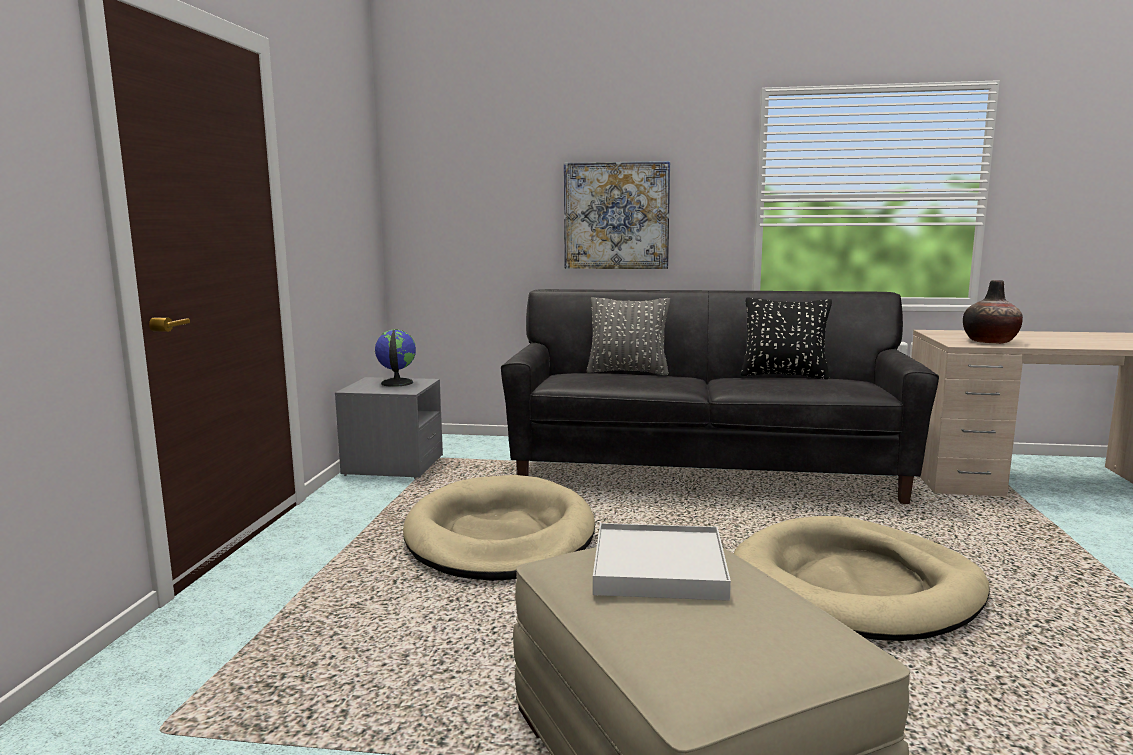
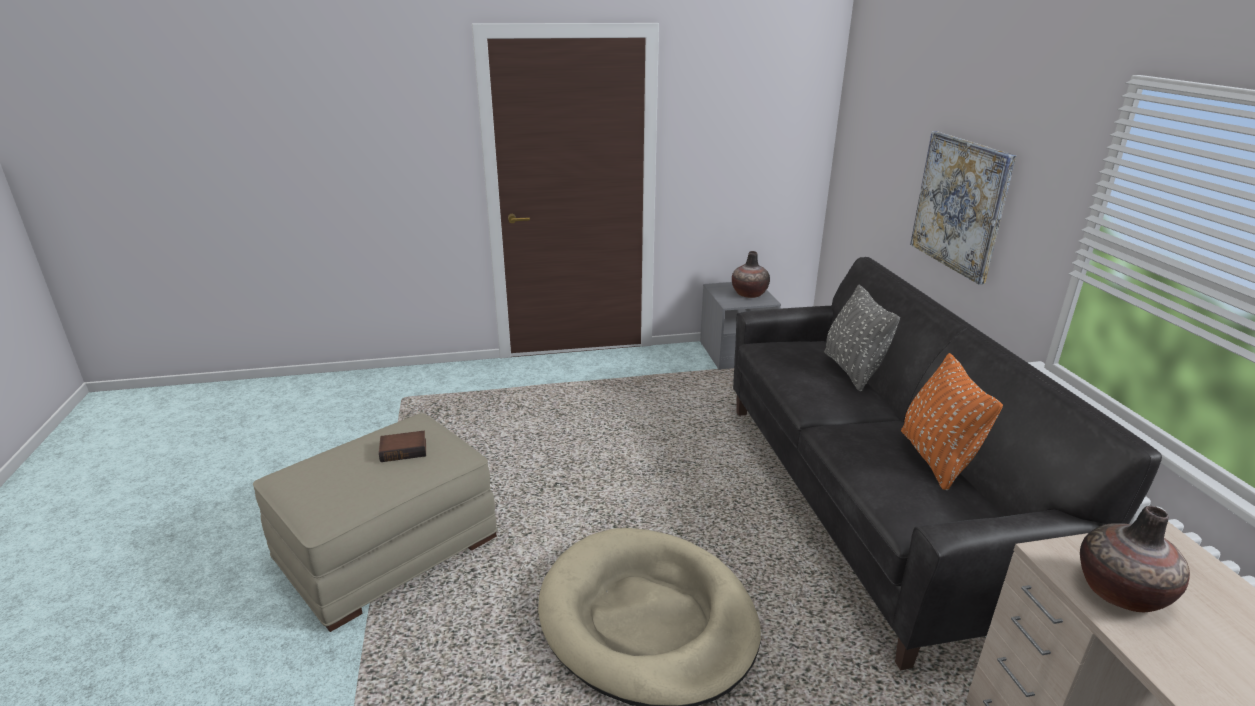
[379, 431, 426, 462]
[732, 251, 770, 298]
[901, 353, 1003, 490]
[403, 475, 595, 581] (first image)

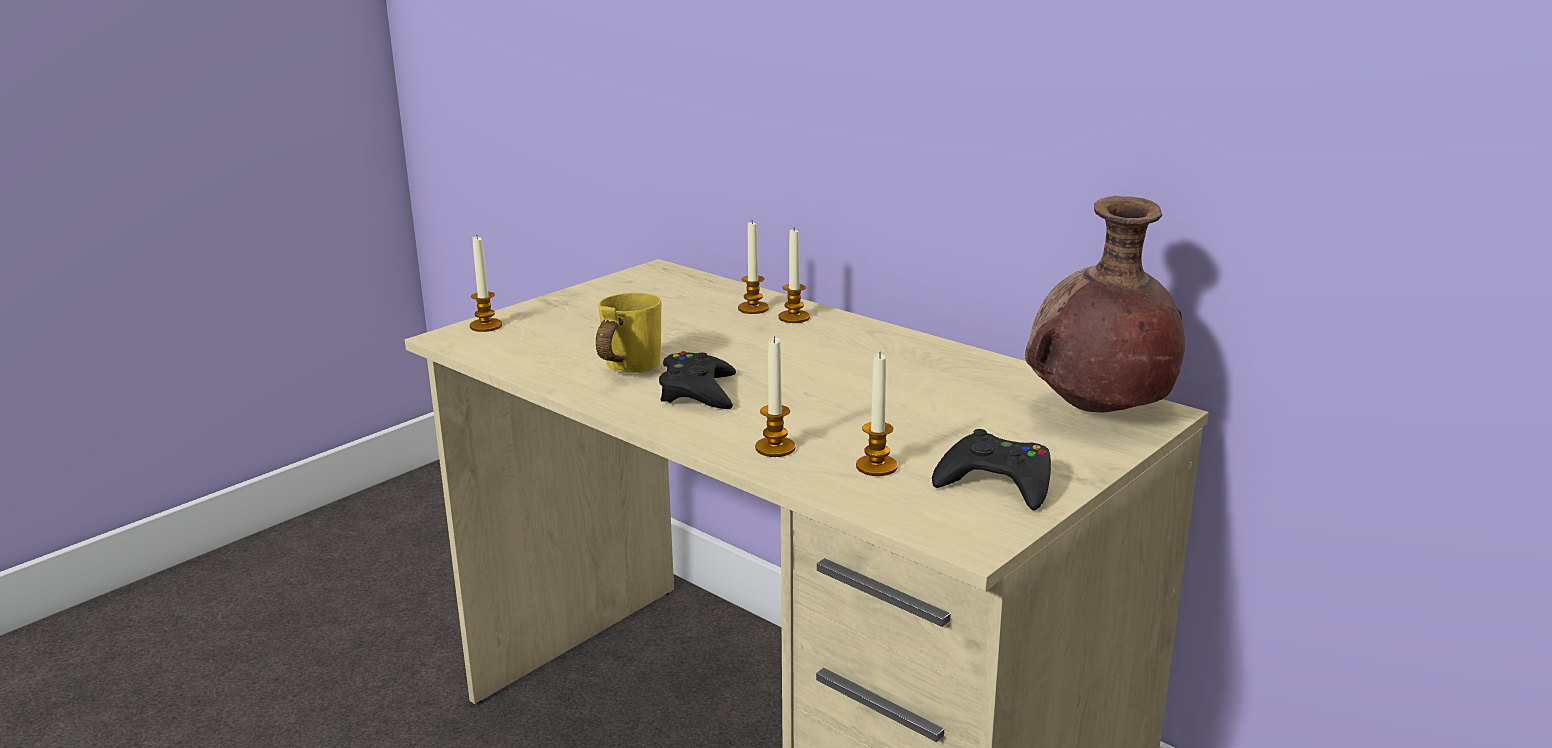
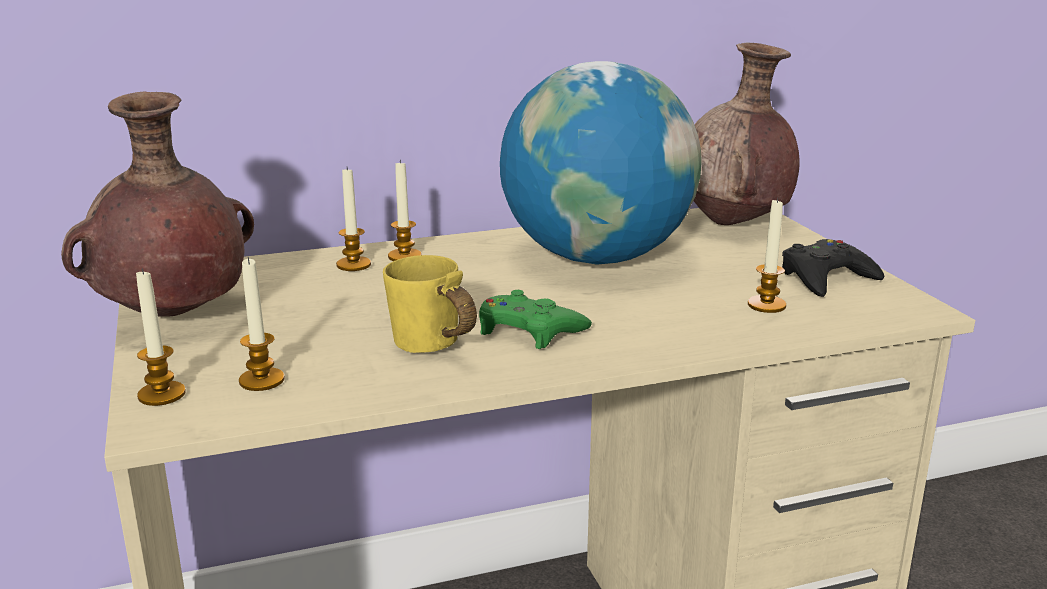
[61, 91, 254, 317]
[239, 257, 285, 391]
[479, 290, 592, 349]
[500, 61, 702, 265]

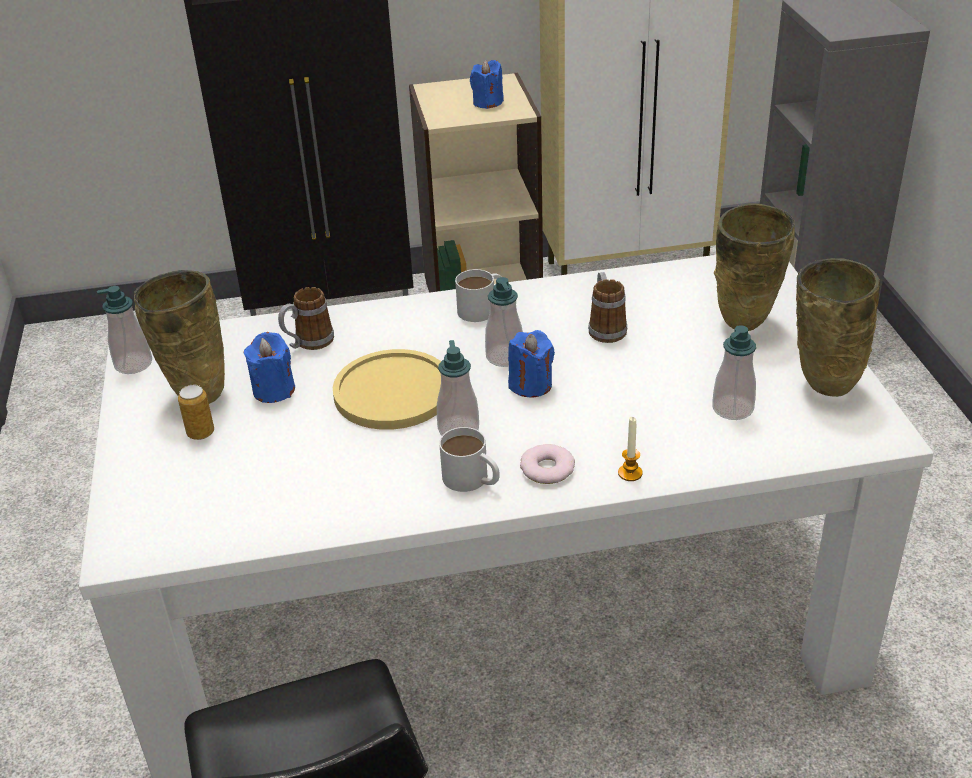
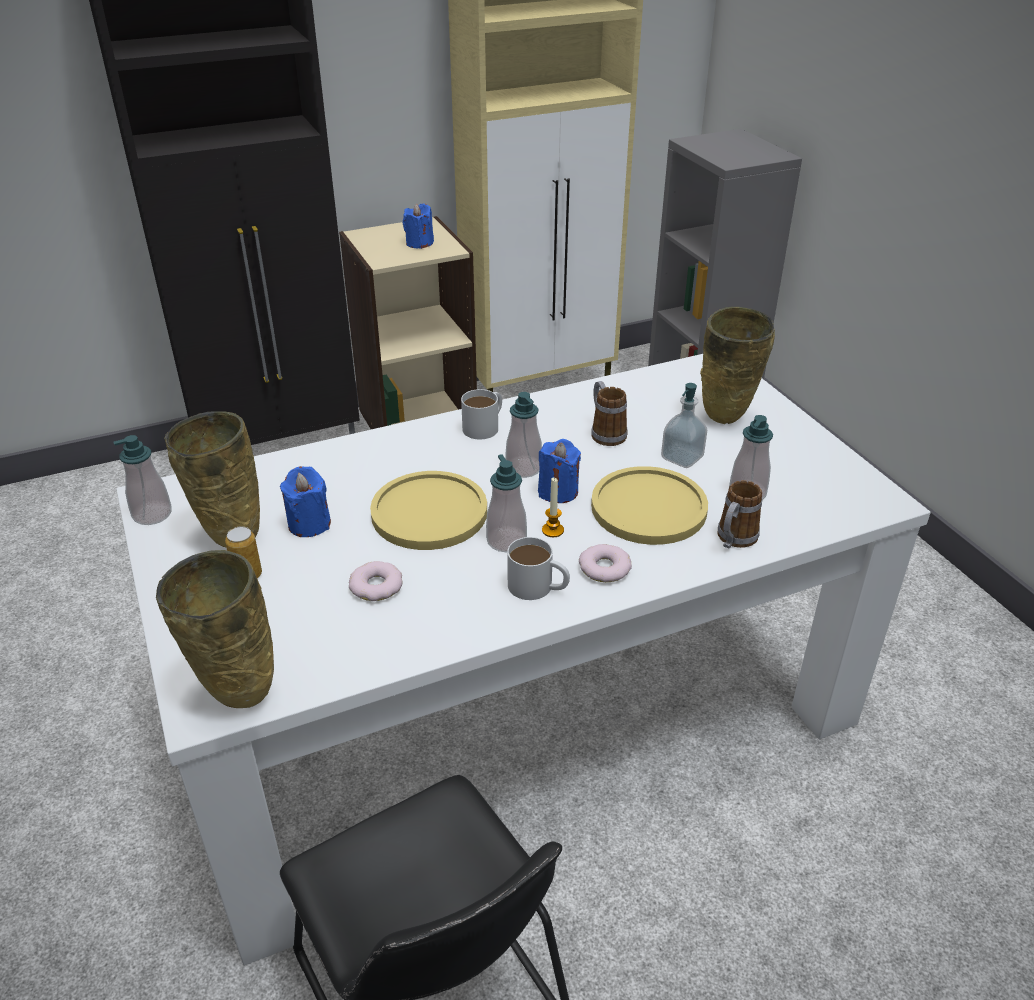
[156, 550, 274, 708]
[349, 561, 402, 601]
[542, 477, 564, 537]
[591, 466, 708, 545]
[661, 383, 707, 468]
[717, 480, 762, 548]

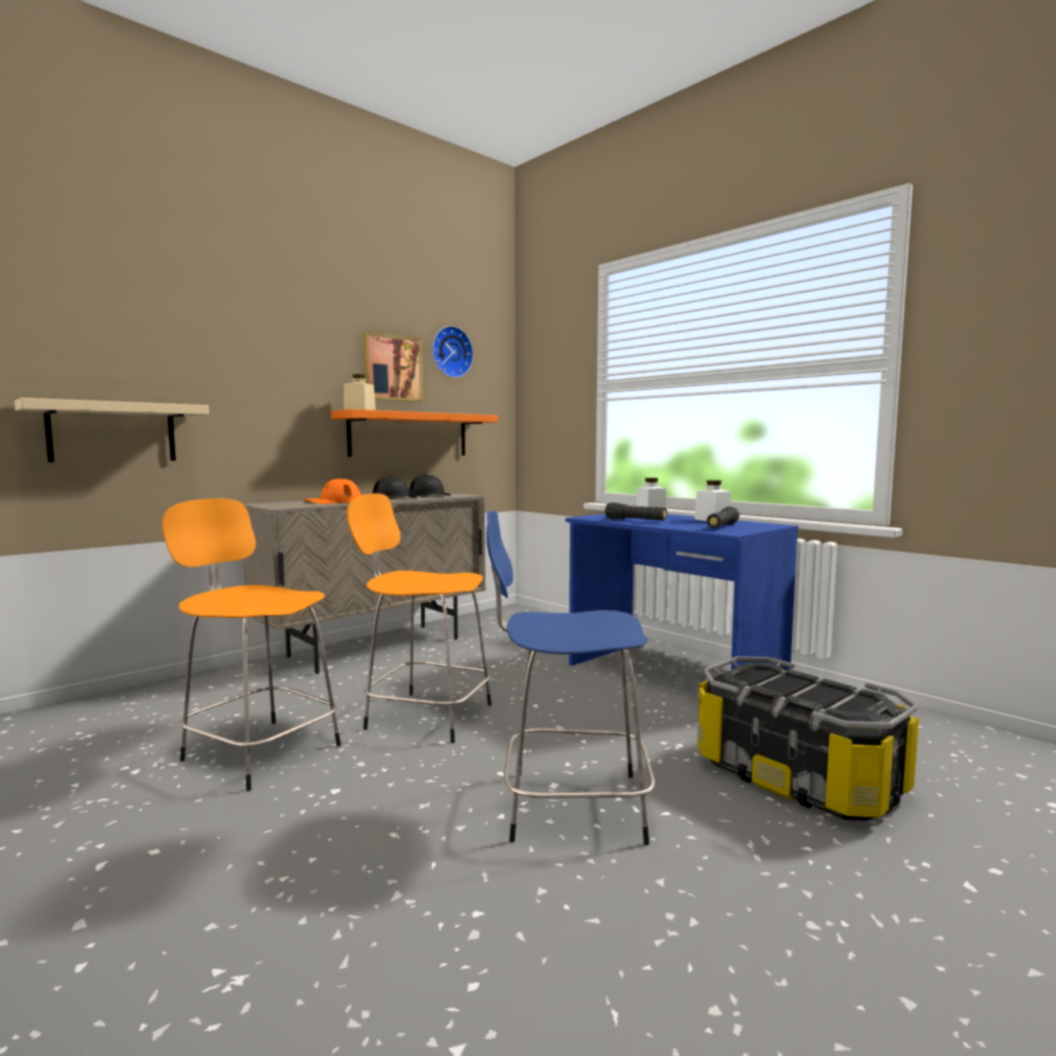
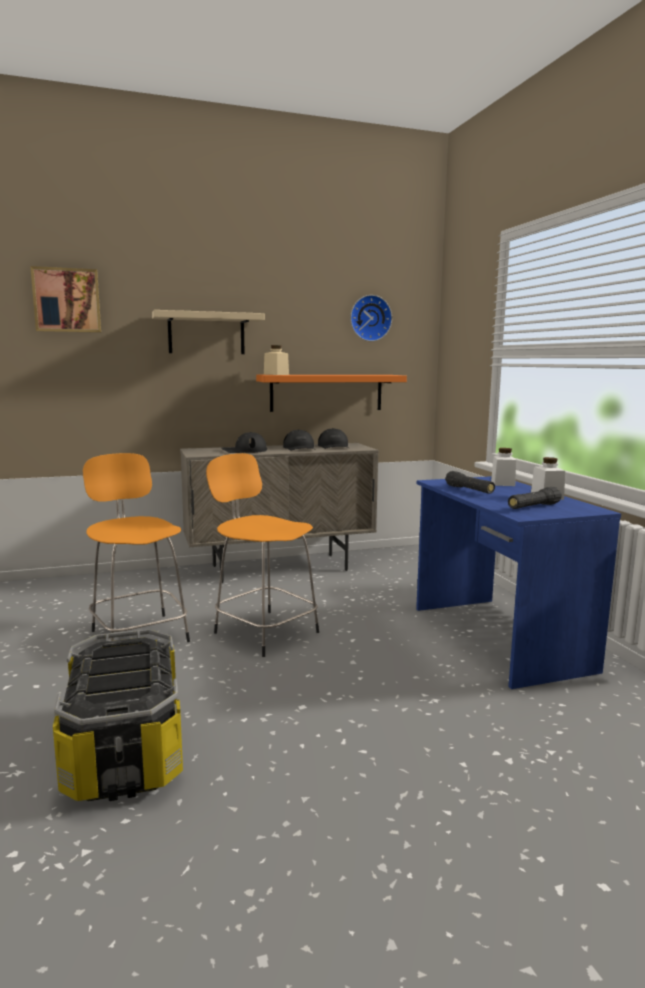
[30, 266, 101, 333]
[53, 629, 183, 801]
[152, 310, 265, 354]
[221, 432, 267, 453]
[486, 511, 655, 845] (first image)

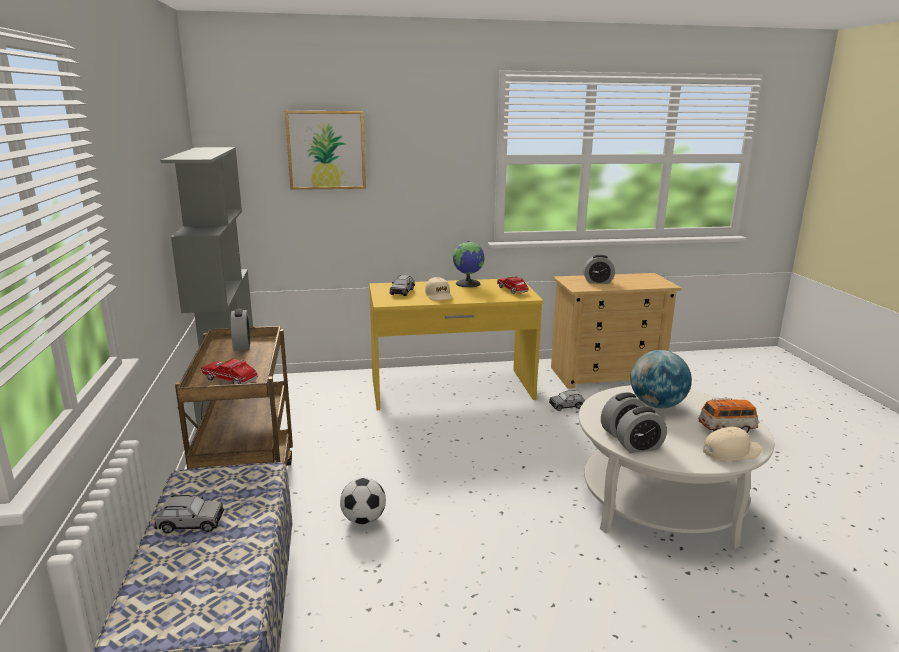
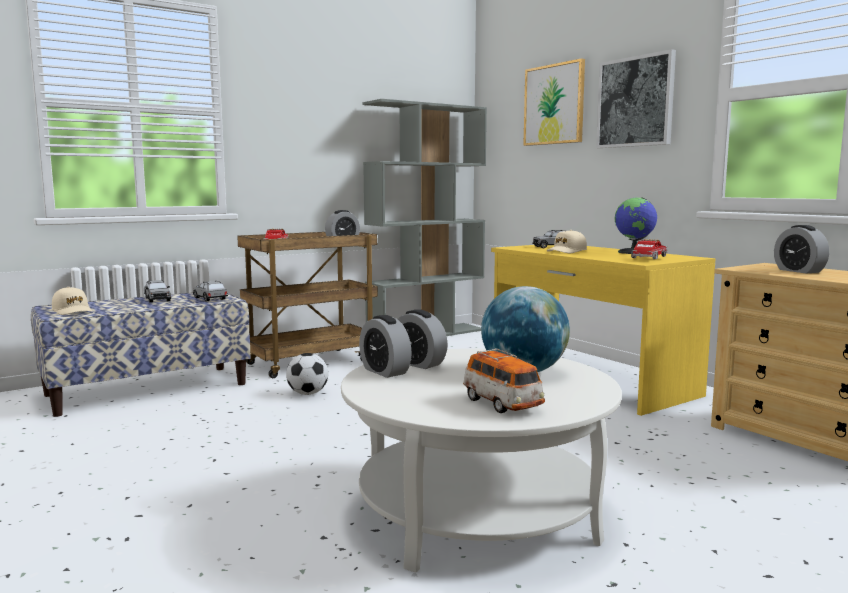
[52, 287, 92, 315]
[193, 281, 228, 301]
[596, 49, 676, 148]

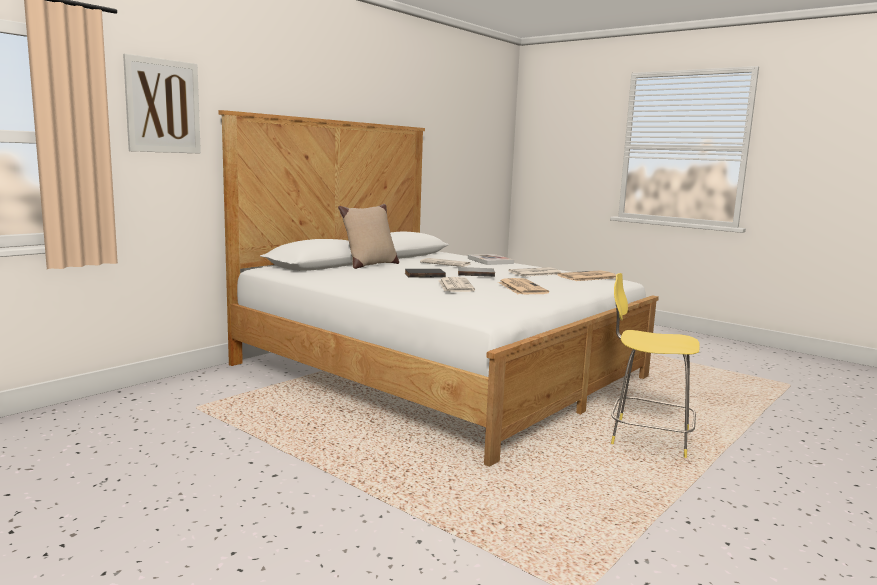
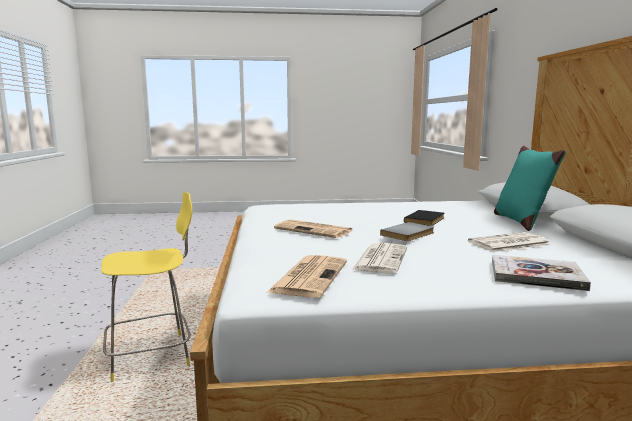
[494, 146, 566, 231]
[123, 54, 201, 154] (first image)
[439, 277, 475, 292] (first image)

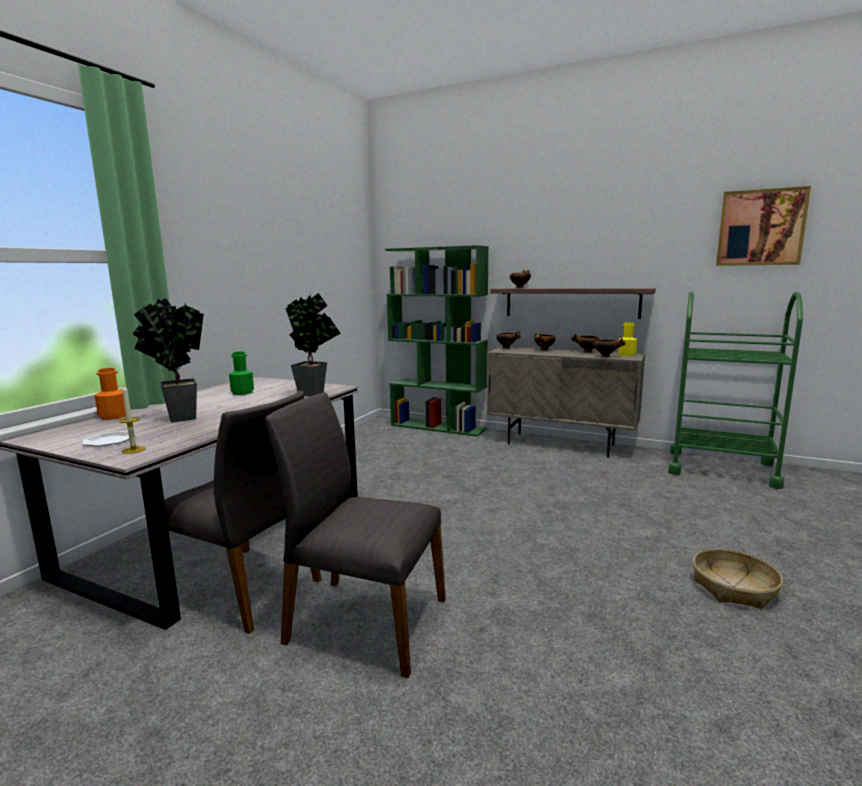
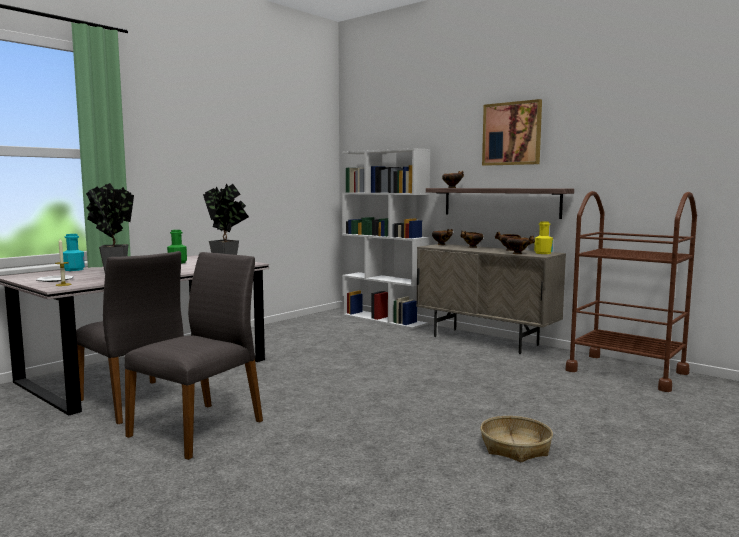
[63, 234, 85, 271]
[125, 252, 263, 460]
[342, 148, 430, 329]
[482, 99, 542, 166]
[566, 191, 697, 392]

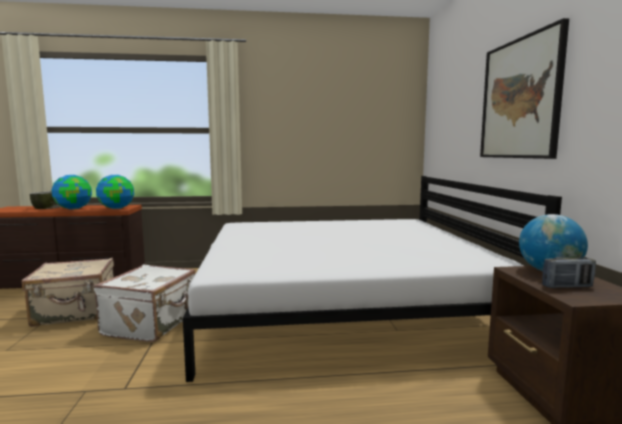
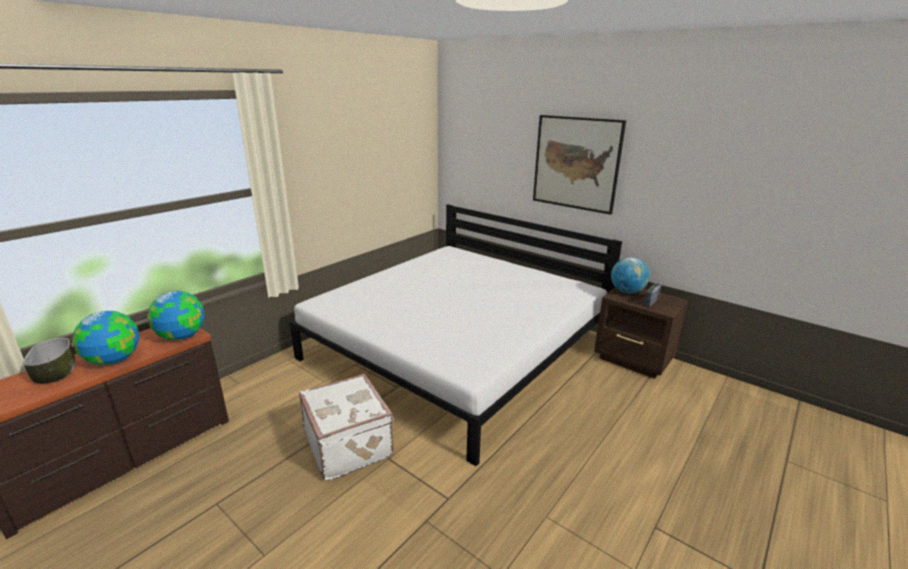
[22, 258, 114, 327] (first image)

